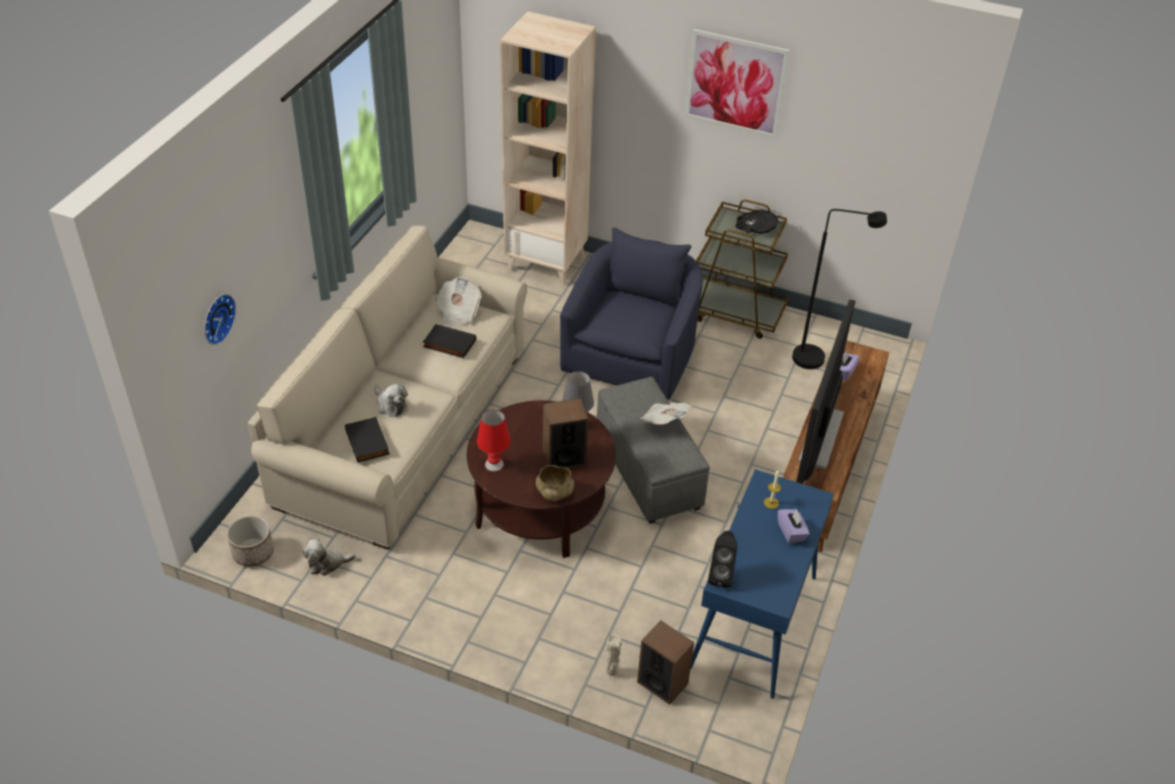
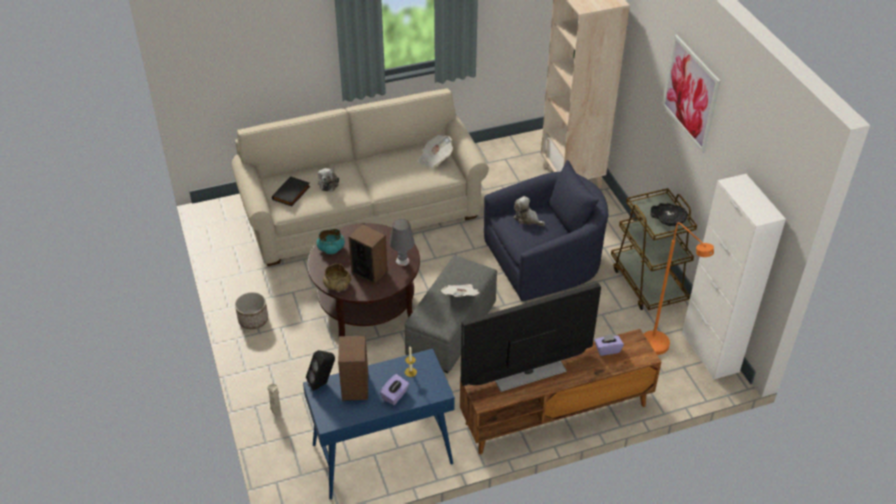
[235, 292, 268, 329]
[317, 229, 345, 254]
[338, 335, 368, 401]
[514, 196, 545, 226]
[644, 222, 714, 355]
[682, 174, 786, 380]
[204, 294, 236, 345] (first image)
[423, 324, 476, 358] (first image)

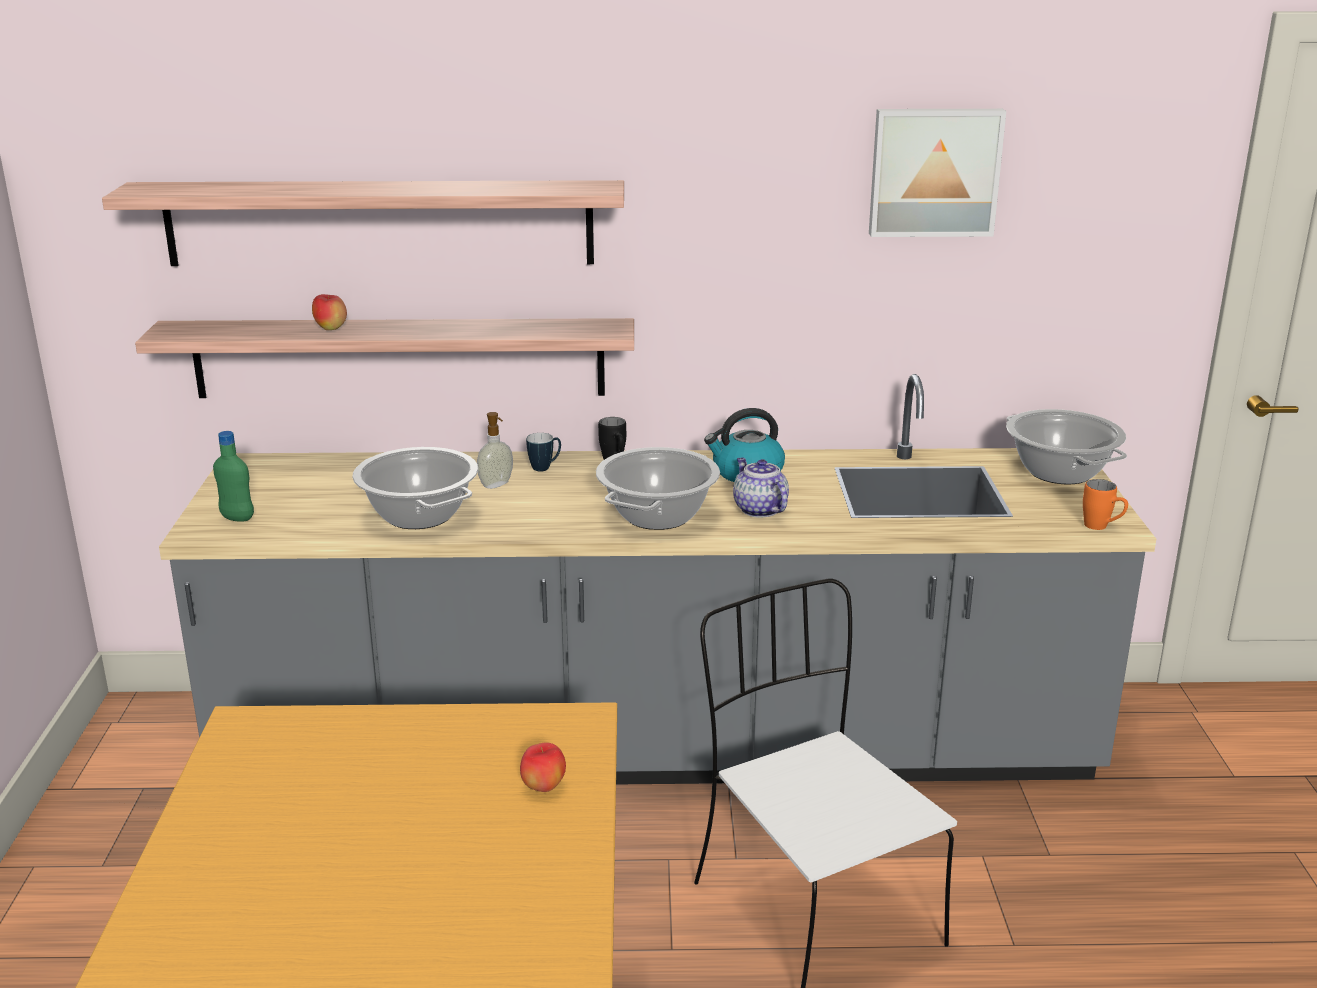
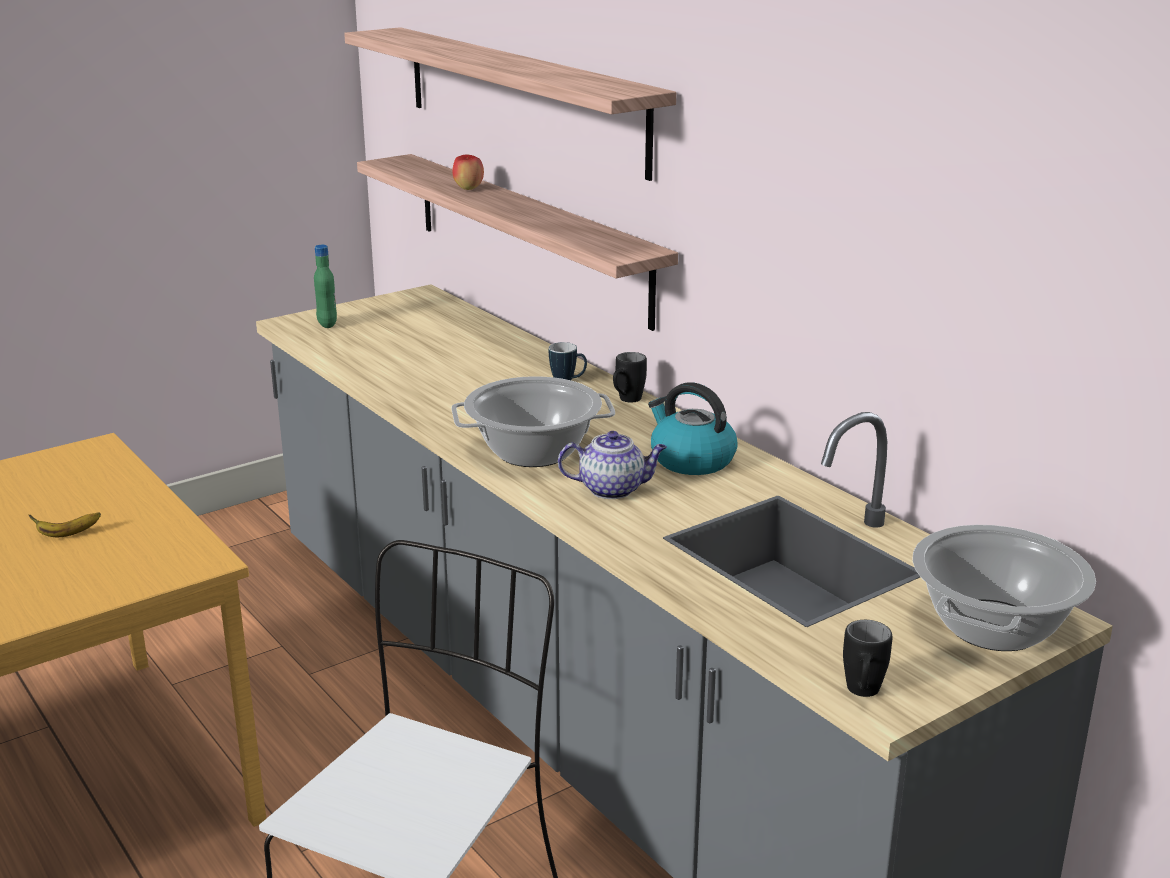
[29, 512, 101, 537]
[558, 431, 667, 499]
[843, 620, 892, 697]
[352, 447, 478, 529] (first image)
[477, 412, 513, 489] (first image)
[520, 743, 566, 792] (first image)
[869, 109, 1006, 237] (first image)

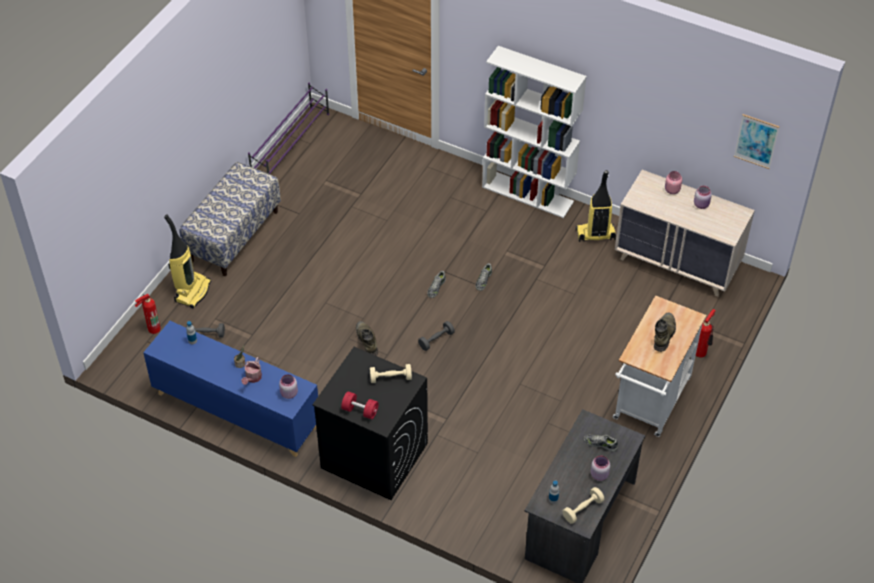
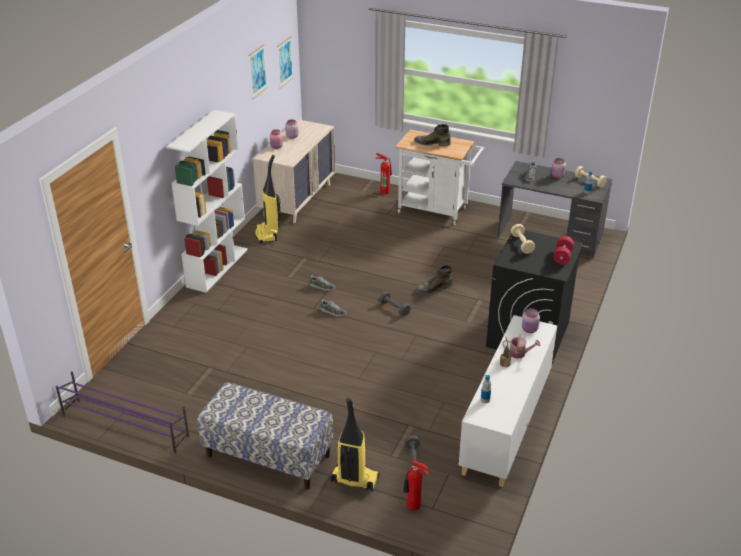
[249, 44, 267, 99]
[416, 265, 452, 294]
[459, 315, 557, 487]

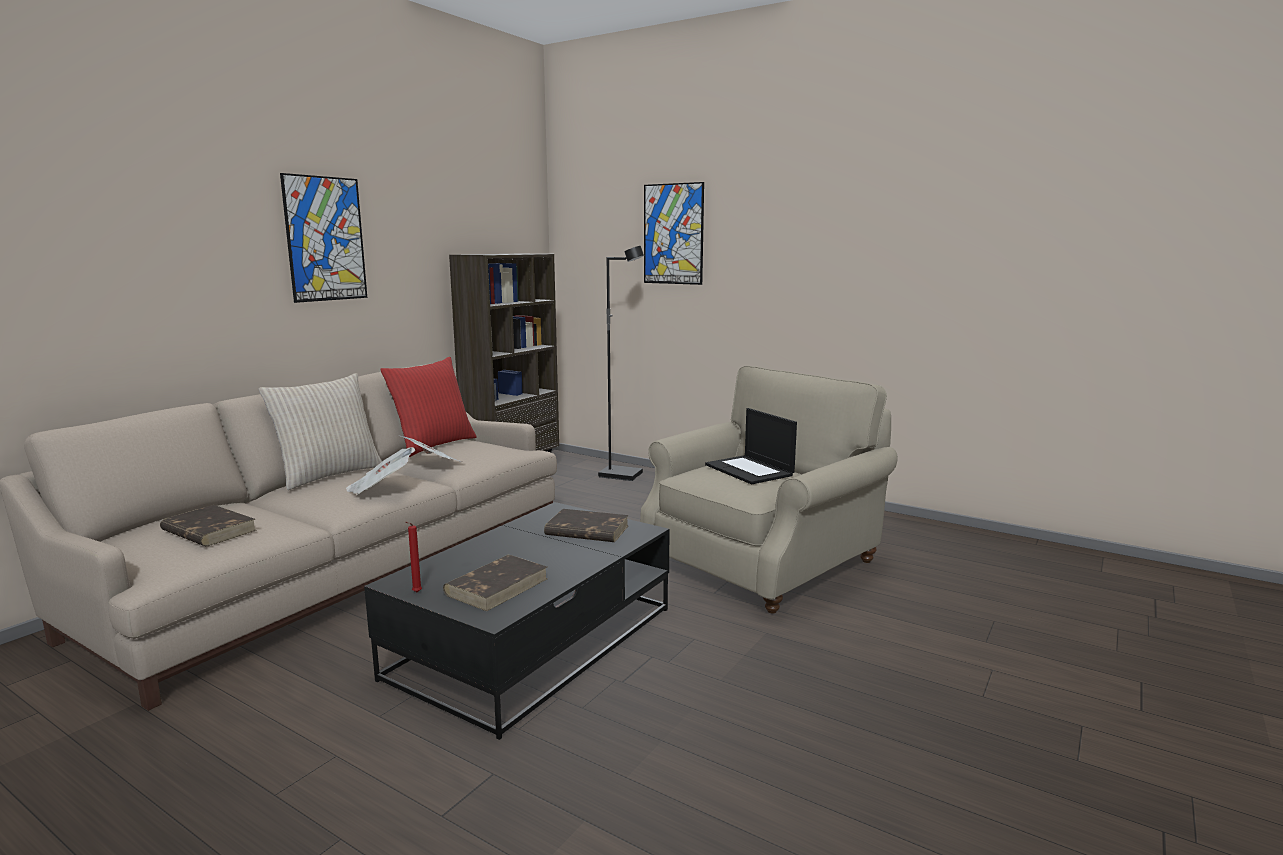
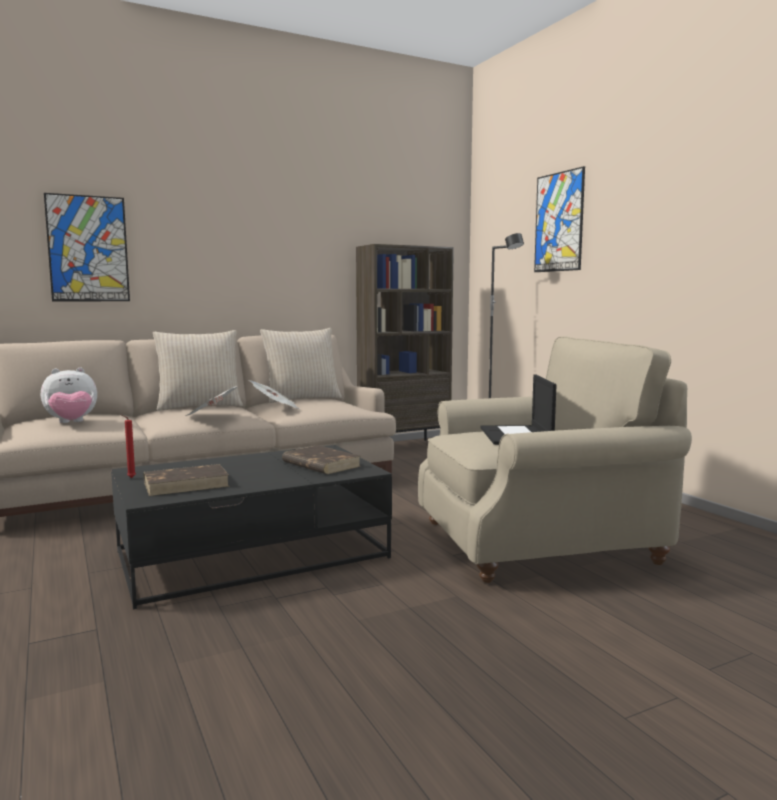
[41, 368, 97, 423]
[44, 193, 130, 301]
[260, 328, 342, 403]

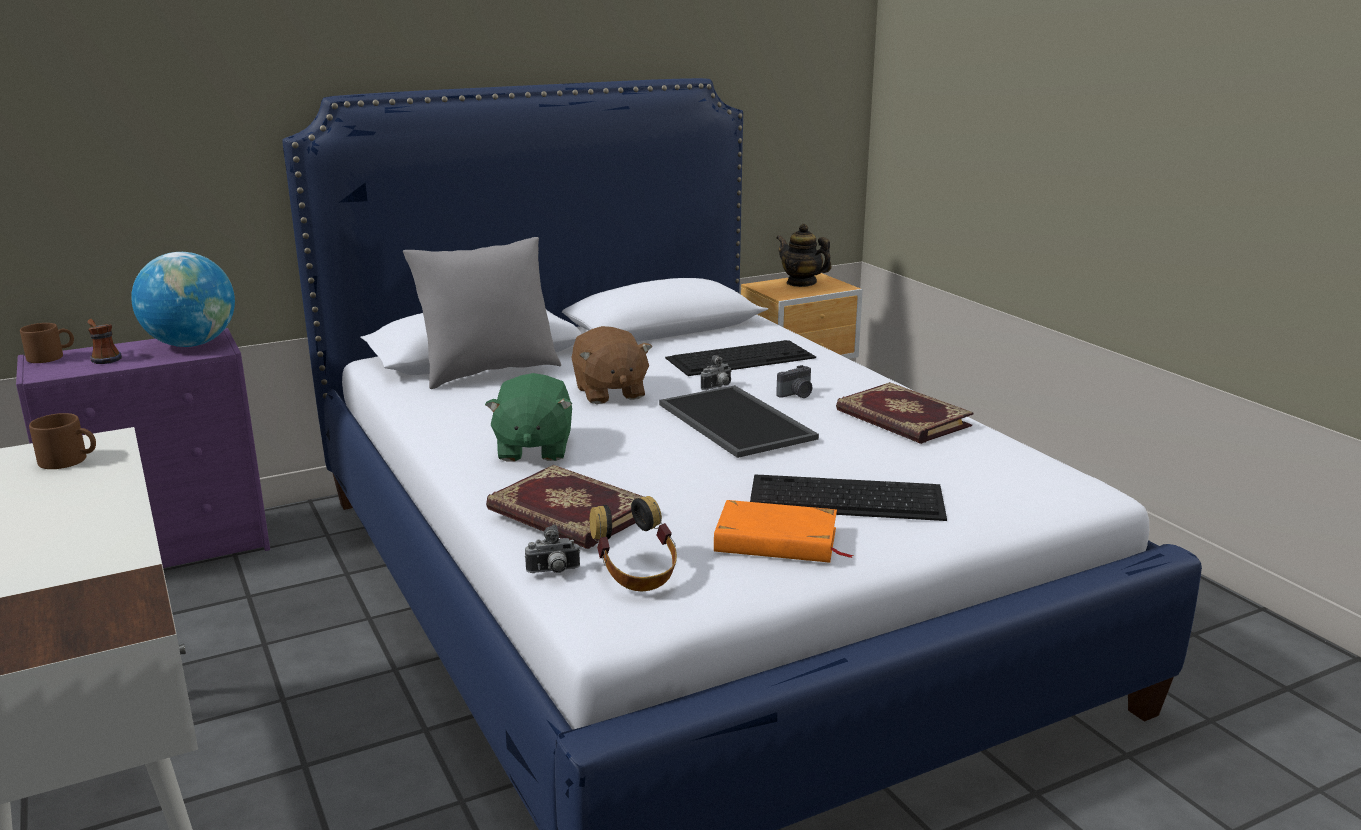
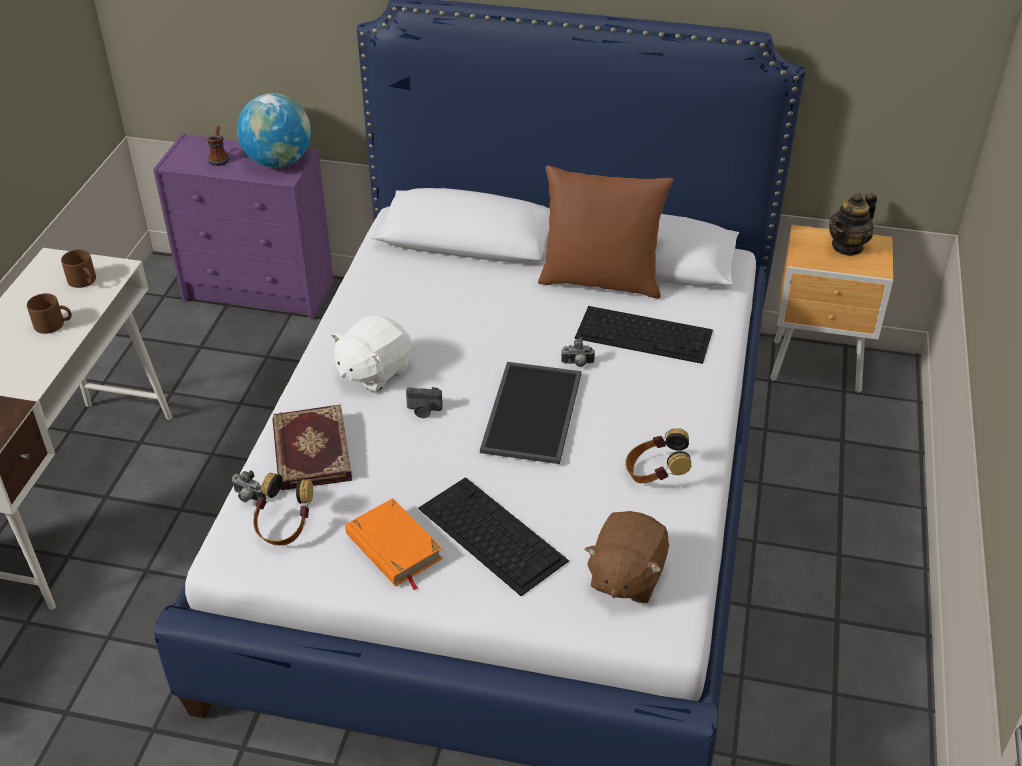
[27, 293, 72, 334]
[331, 315, 412, 393]
[406, 387, 443, 418]
[538, 165, 673, 299]
[585, 511, 669, 603]
[625, 428, 691, 483]
[829, 193, 877, 256]
[403, 237, 561, 389] (first image)

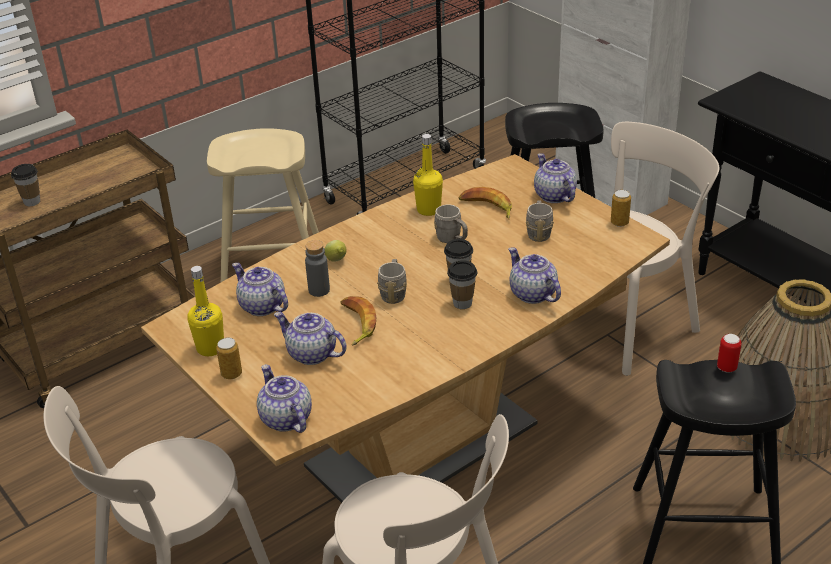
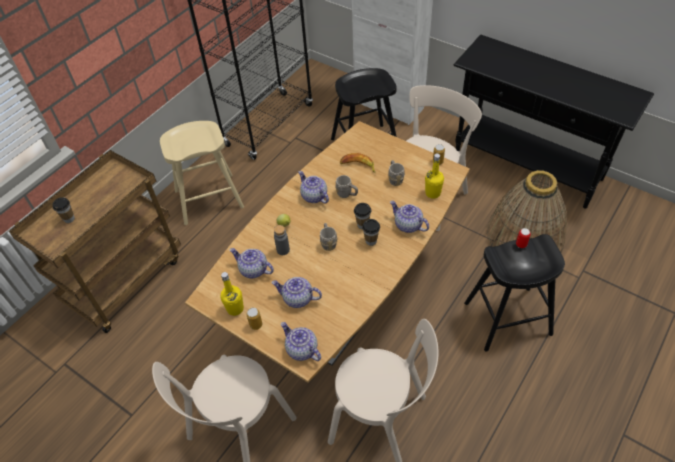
[298, 171, 329, 203]
[425, 154, 444, 199]
[340, 296, 376, 346] (first image)

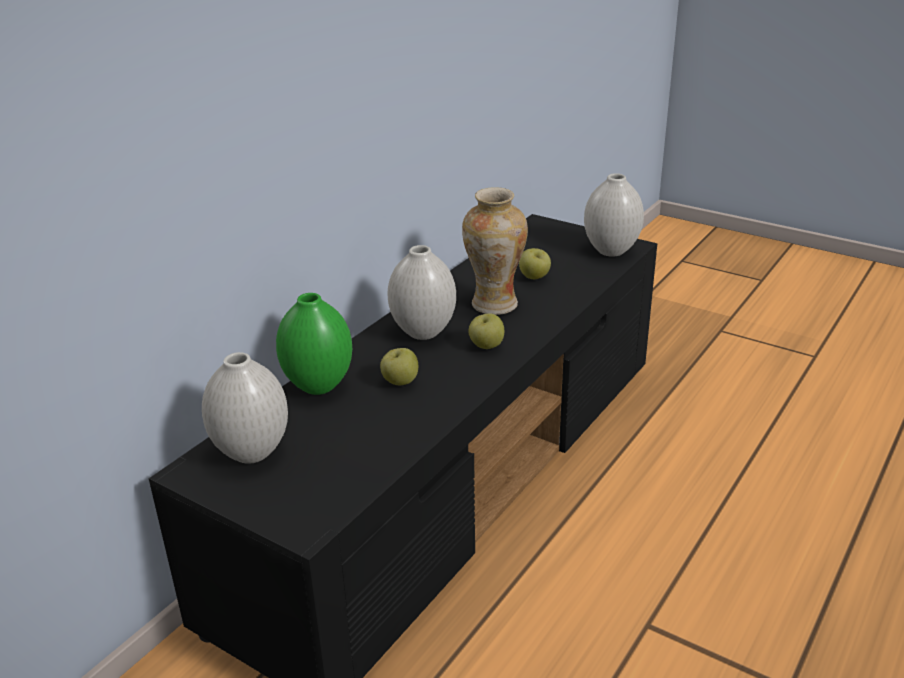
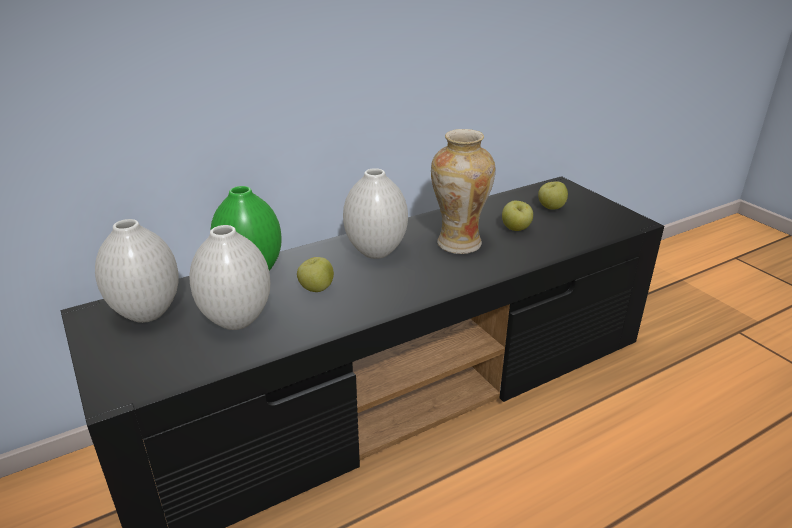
[189, 225, 270, 330]
[538, 181, 568, 210]

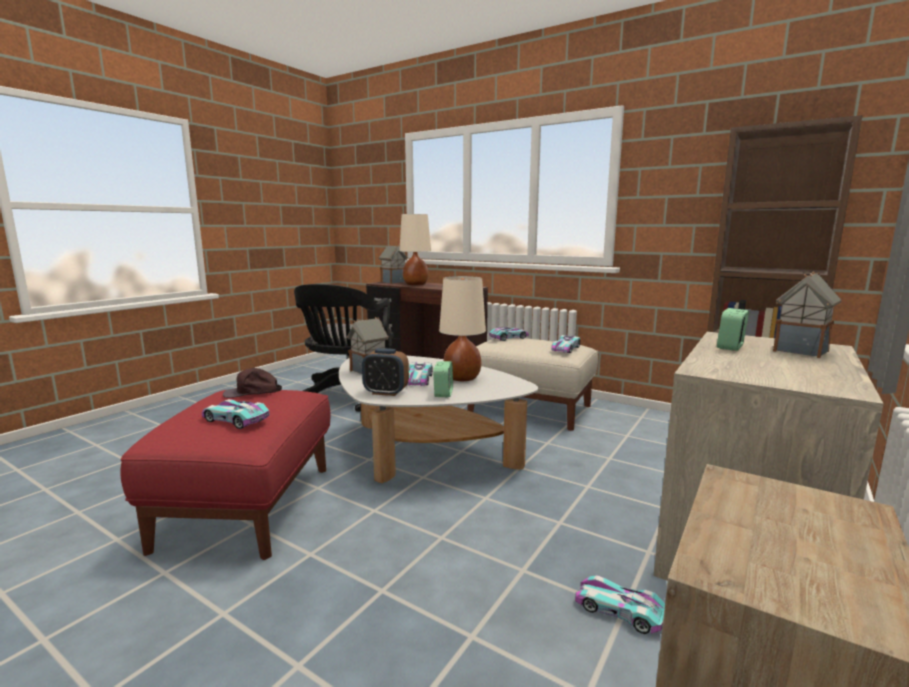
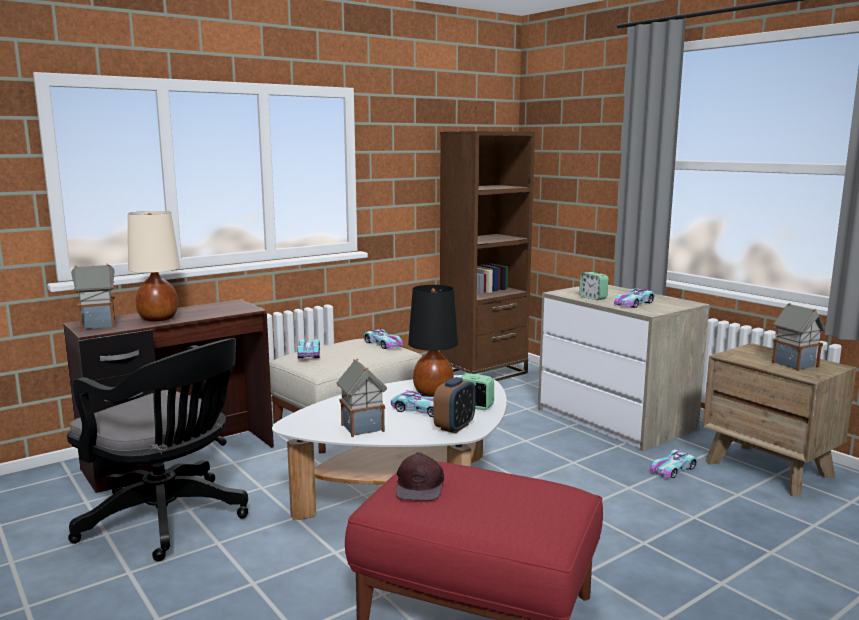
[408, 285, 458, 397]
[614, 288, 654, 308]
[772, 303, 826, 371]

